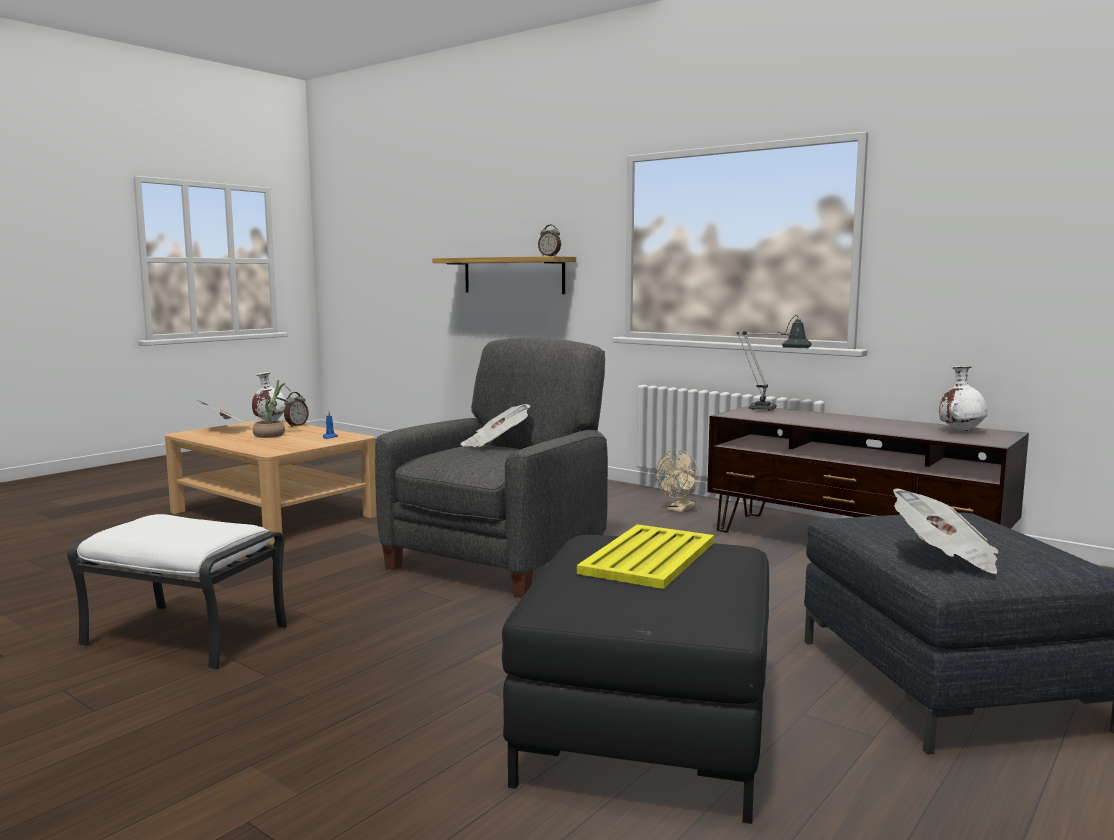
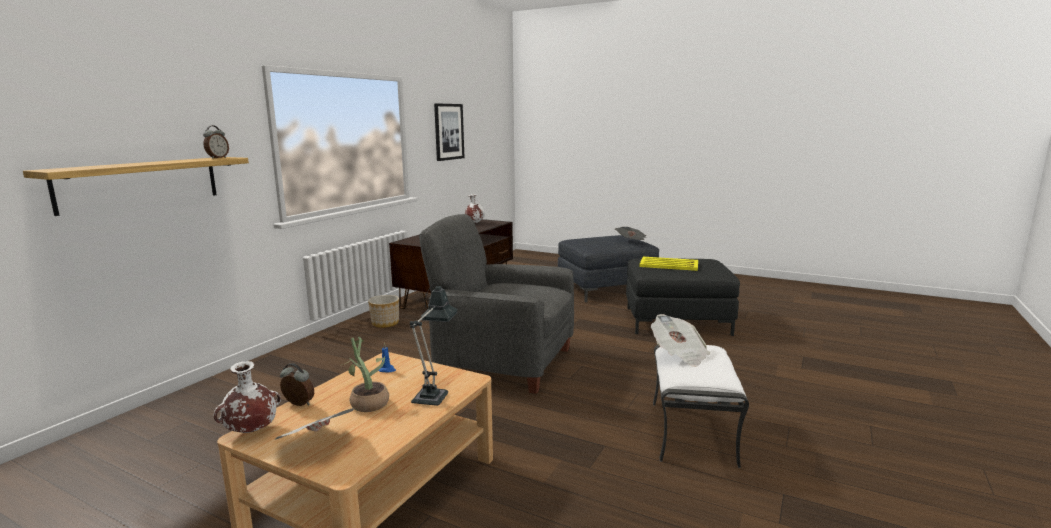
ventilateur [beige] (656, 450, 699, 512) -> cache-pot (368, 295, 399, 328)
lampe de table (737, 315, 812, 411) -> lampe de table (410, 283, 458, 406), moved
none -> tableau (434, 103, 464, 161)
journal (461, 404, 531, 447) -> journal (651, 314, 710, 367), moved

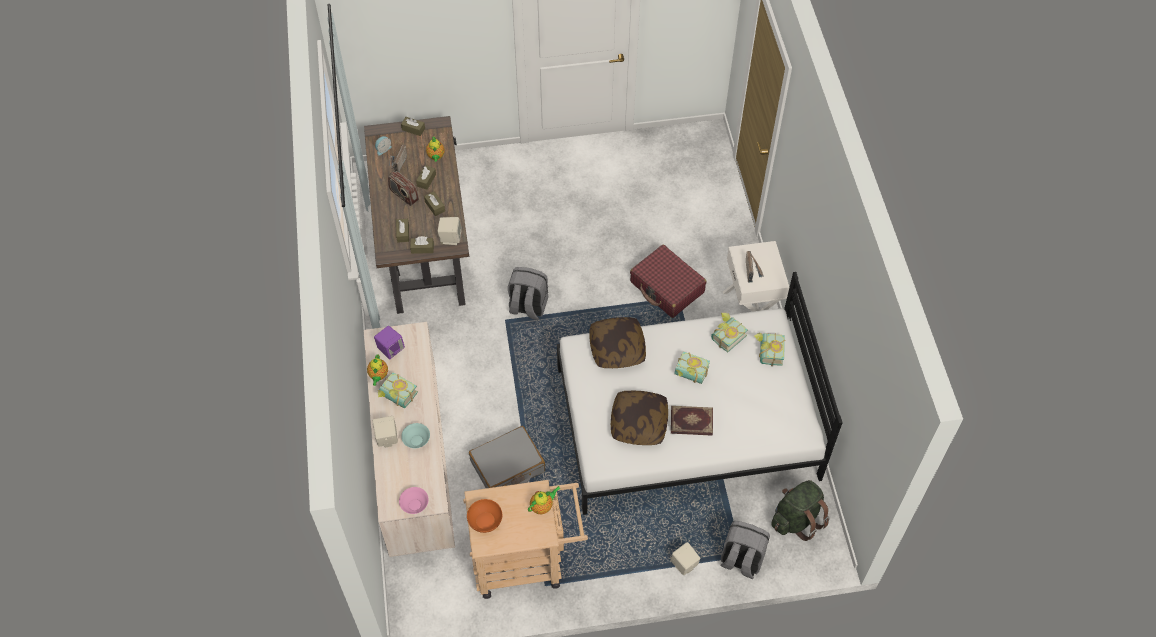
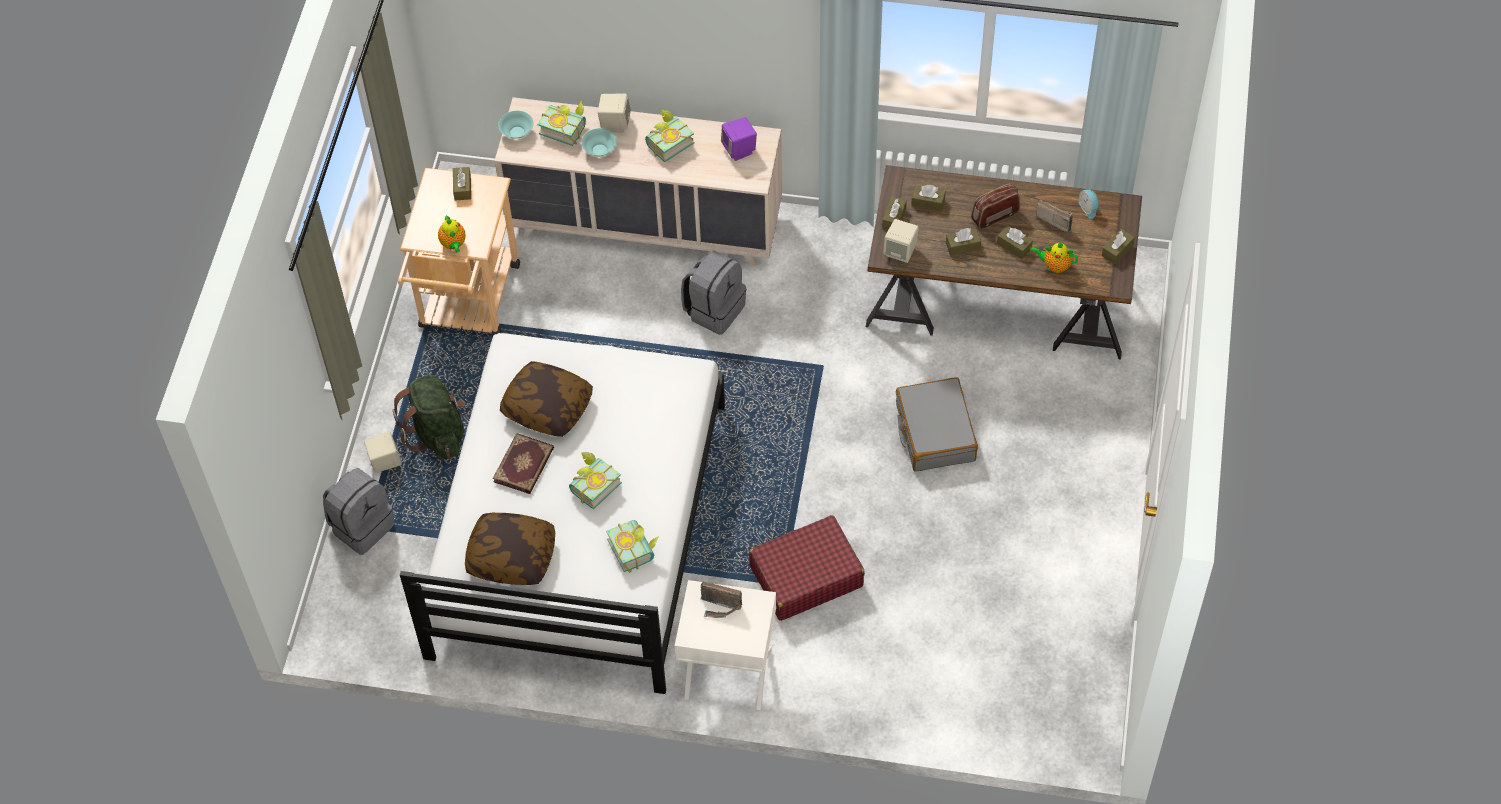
sac à dos [vert] (771, 480, 829, 541) -> sac à dos [vert] (392, 375, 465, 460), moved
bol [orange] (467, 499, 502, 533) -> boîte à mouchoirs [marron] (453, 167, 471, 201)
coussin (589, 317, 646, 368) -> coussin (465, 513, 555, 585), moved
bol [rose] (399, 487, 429, 514) -> bol [turquoise] (498, 111, 534, 139)
livre (754, 333, 786, 366) -> livre (538, 101, 586, 146), moved
sac à dos [gris] (508, 267, 548, 320) -> sac à dos [gris] (681, 250, 746, 335), moved
valise [gris] (469, 426, 545, 488) -> valise [gris] (896, 377, 978, 472), moved
théière (367, 354, 388, 386) -> none

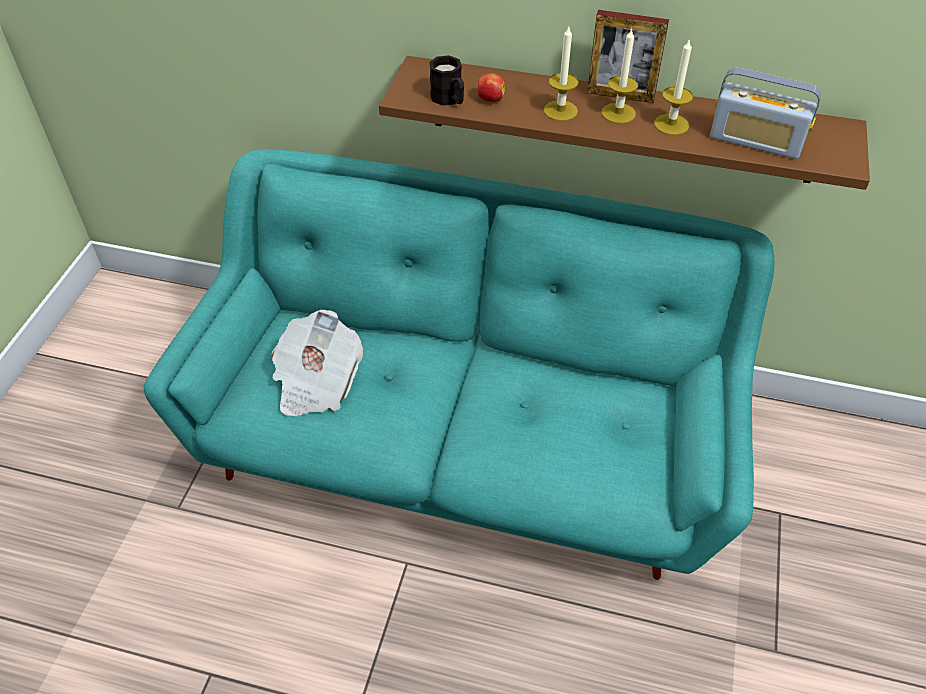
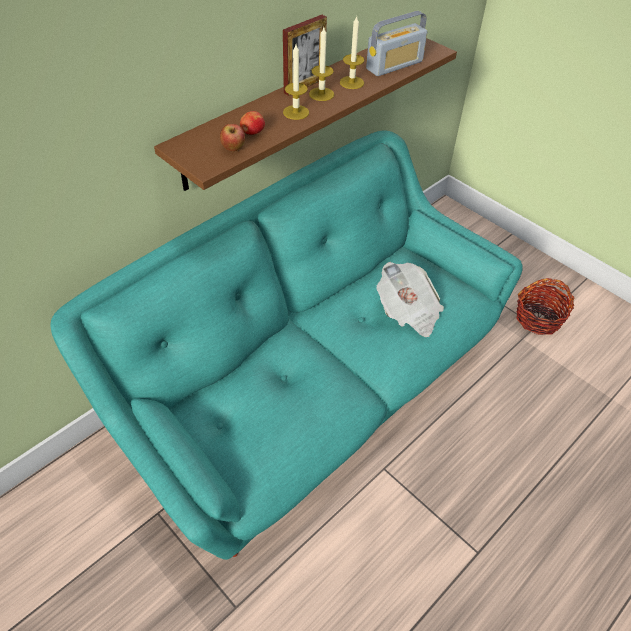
mug [noir] (429, 55, 464, 106) -> pomme (220, 124, 245, 152)
journal (271, 310, 363, 416) -> journal (377, 262, 444, 337), moved
none -> panier (516, 278, 574, 335)

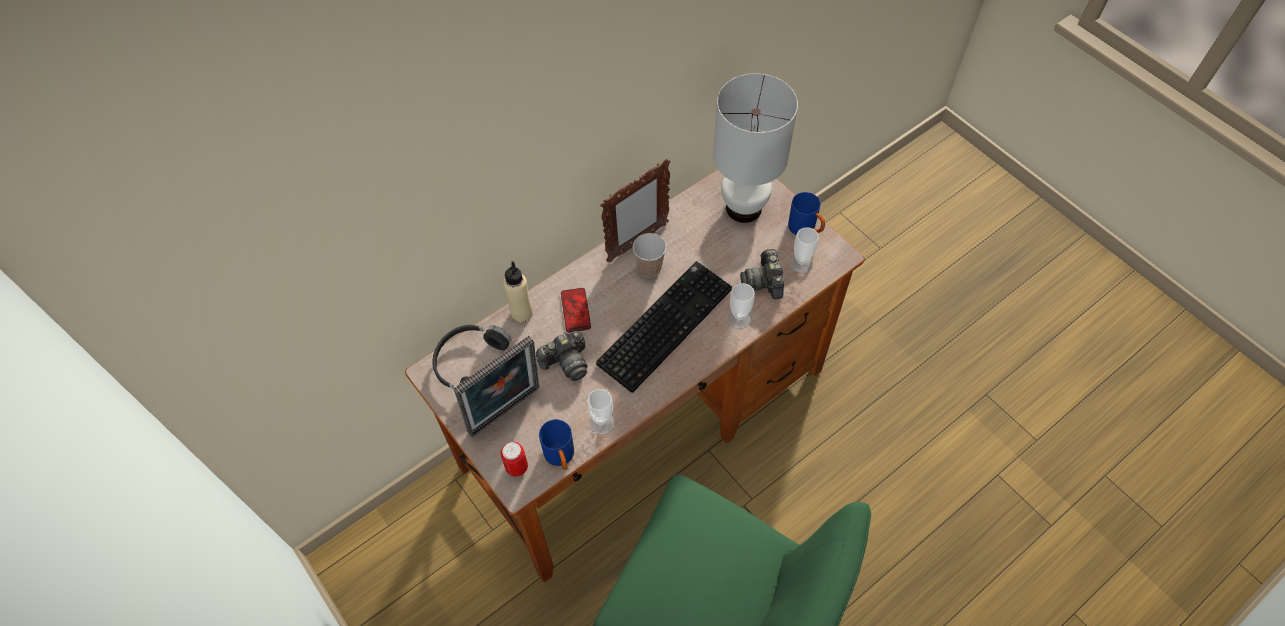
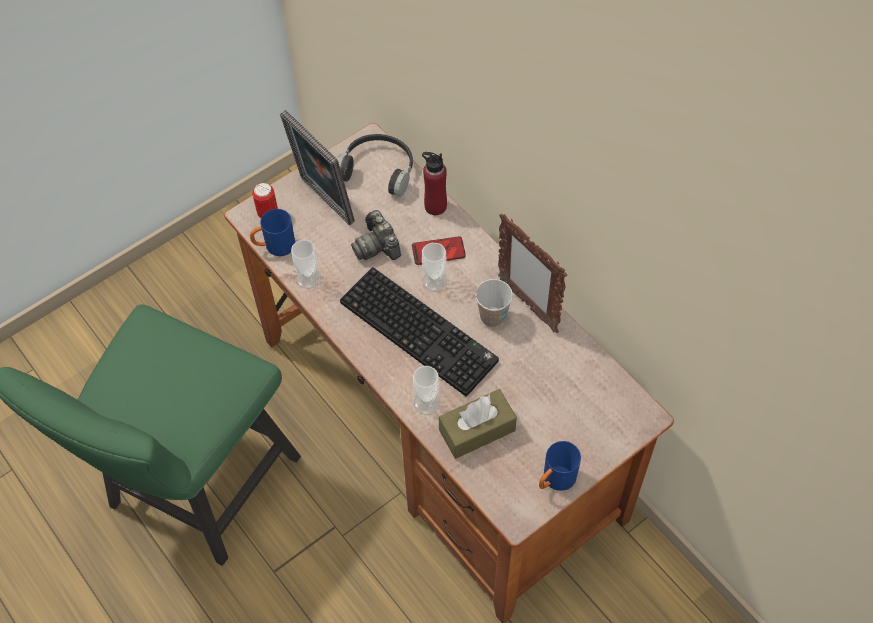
bouteille [beige] (503, 261, 533, 322) -> bouteille [rouge] (422, 152, 447, 215)
tasse (790, 227, 819, 274) -> tasse (422, 243, 447, 292), moved
appareil photo (740, 249, 784, 299) -> boîte à mouchoirs [marron] (439, 389, 517, 459)
lampe de table [blanc] (713, 73, 798, 223) -> none

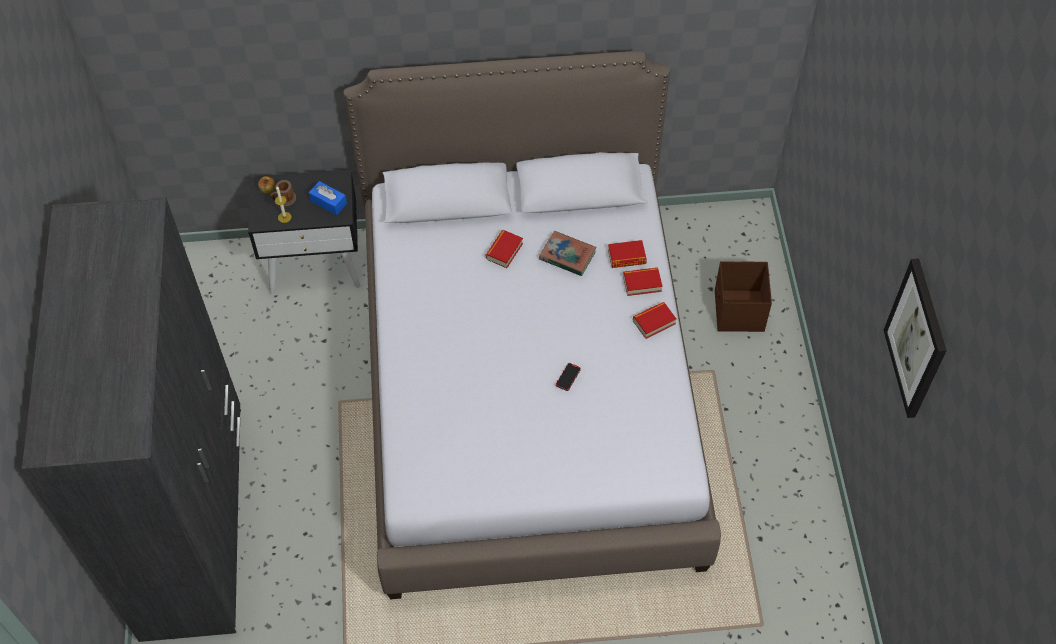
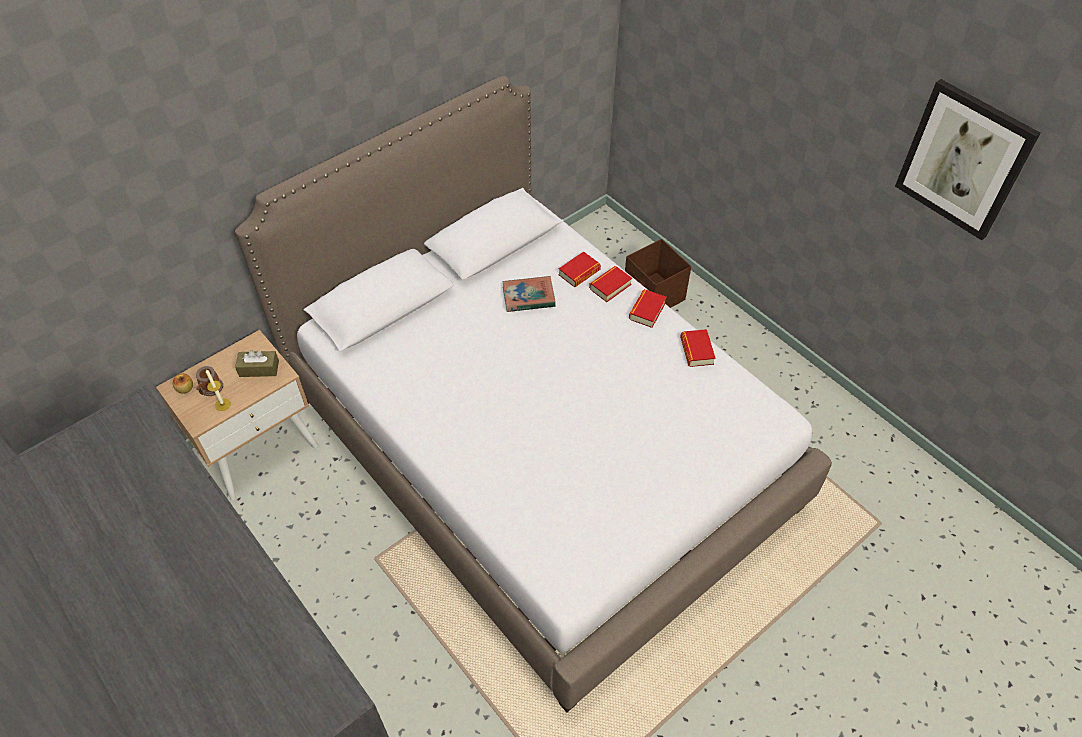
table de chevet [noir] (248, 169, 361, 295) -> table de chevet [beige] (156, 330, 318, 500)
boîte à mouchoirs [bleu] (309, 181, 347, 215) -> boîte à mouchoirs [marron] (235, 350, 279, 377)
livre (486, 230, 523, 268) -> livre (680, 329, 716, 367), moved
téléphone (556, 363, 581, 391) -> none

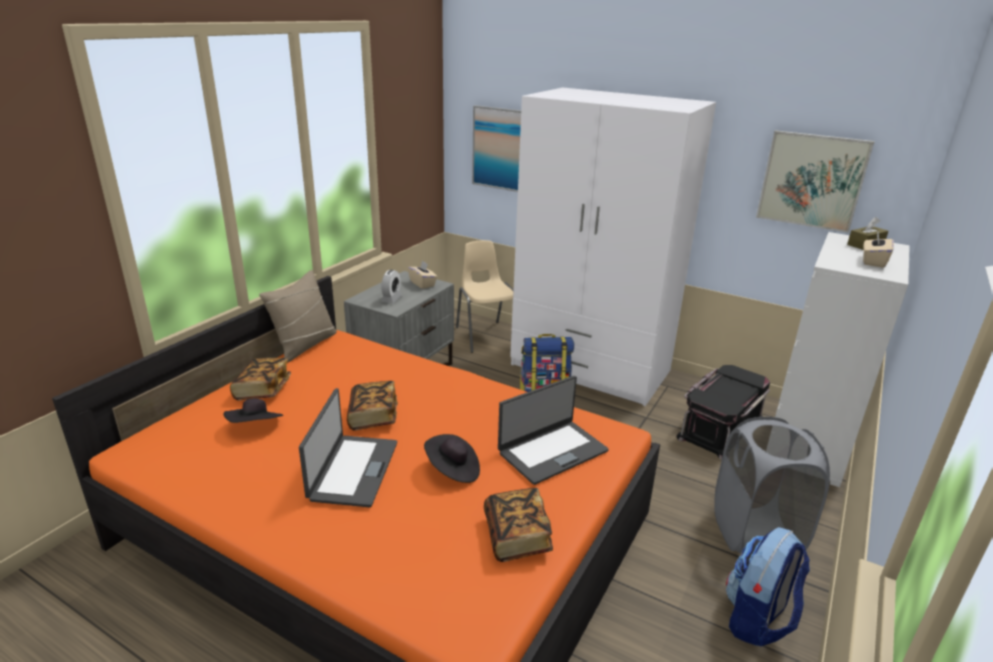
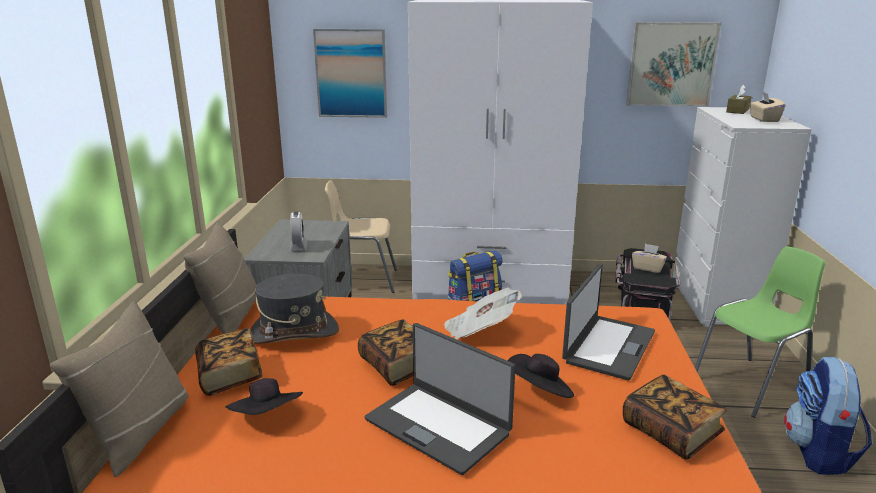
none -> coussin [beige] (50, 301, 188, 477)
none -> chapeau [gris] (250, 274, 339, 344)
chaise [beige] (456, 240, 514, 353) -> chaise [beige] (325, 180, 397, 293), 45 degrees counterclockwise
ordinateur portable (299, 388, 397, 507) -> ordinateur portable (365, 323, 516, 475), 150 degrees clockwise
none -> journal (444, 288, 522, 339)
boîte à mouchoirs [beige] (408, 261, 437, 289) -> boîte à mouchoirs [beige] (632, 244, 667, 273), moved
panier à linge [gris] (714, 417, 830, 554) -> chaise [vert] (695, 246, 825, 418)

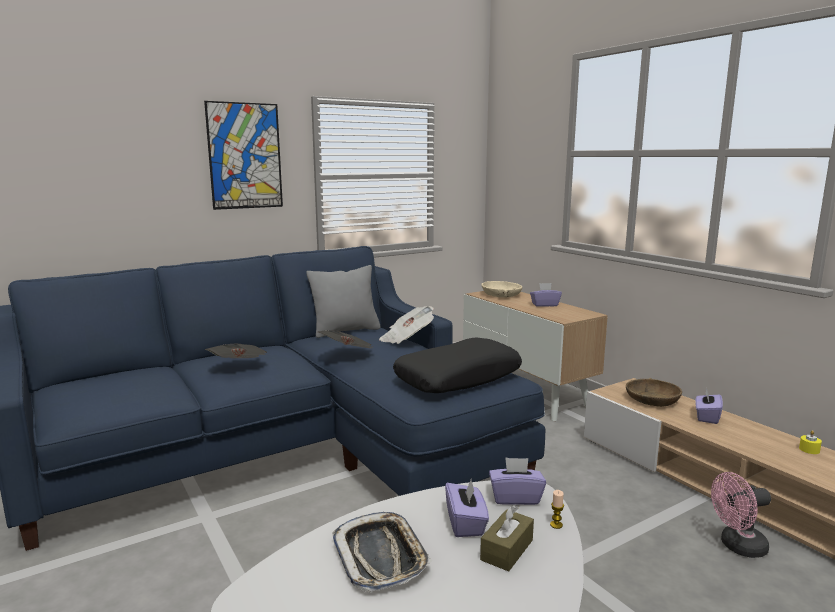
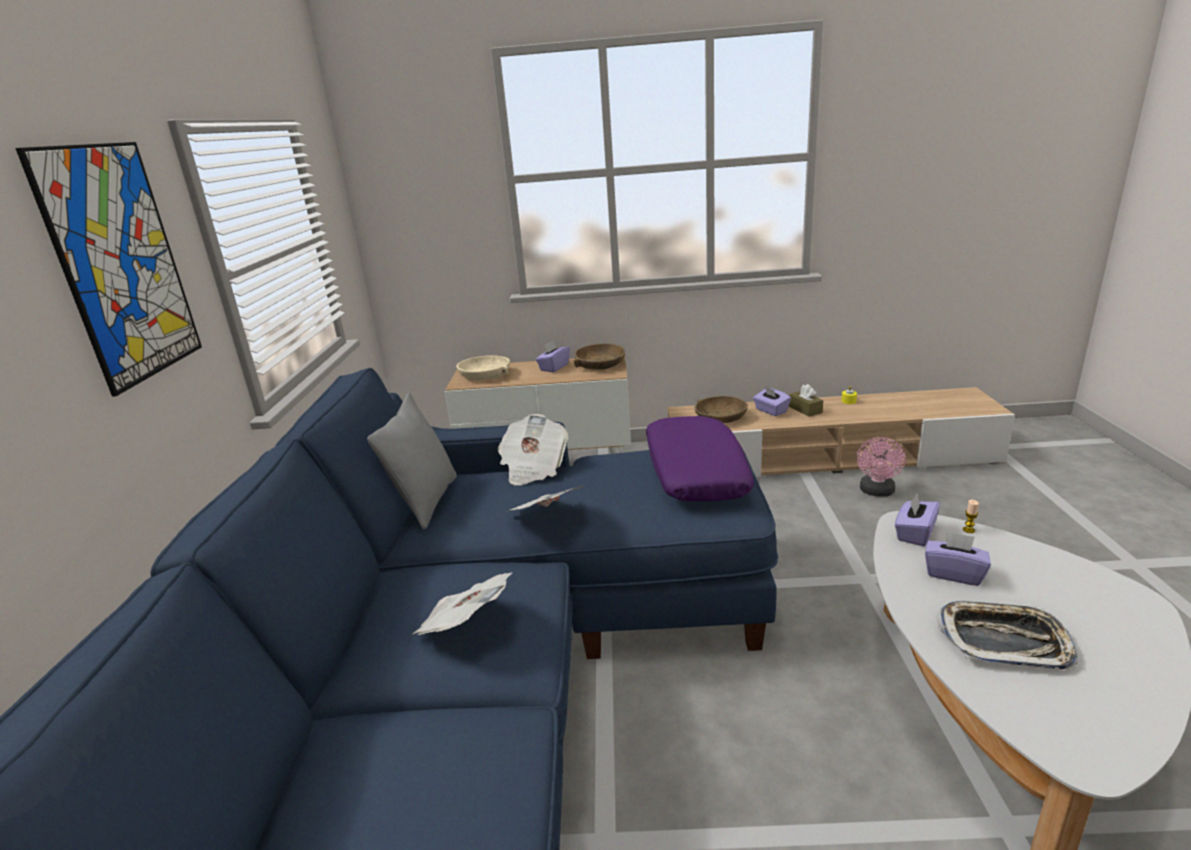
none -> bol [marron] (574, 344, 625, 370)
coussin [noir] (393, 338, 522, 393) -> coussin [violet] (646, 416, 754, 501)
boîte à mouchoirs [marron] (480, 505, 534, 572) -> boîte à mouchoirs [marron] (789, 384, 823, 417), moved

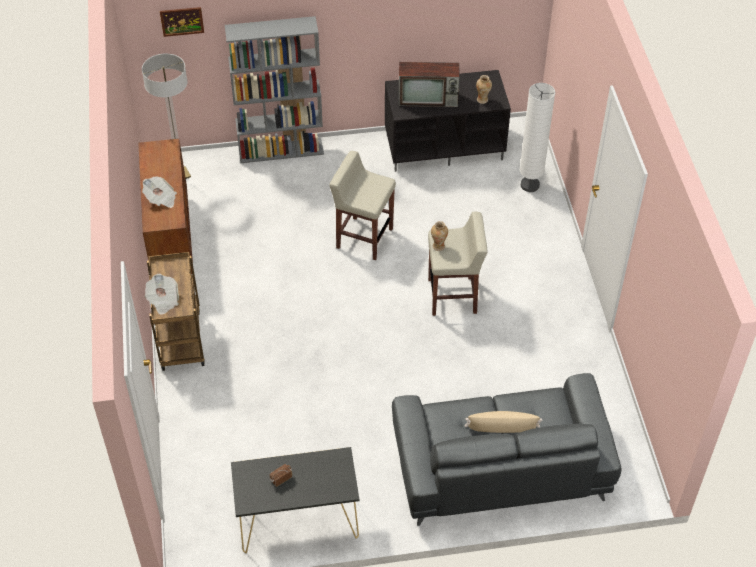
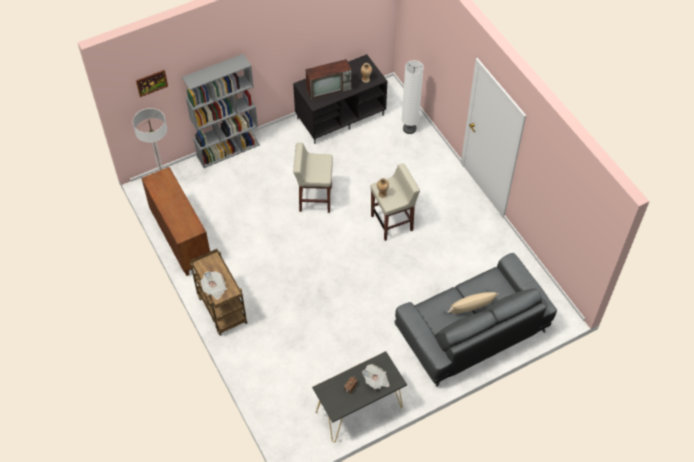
journal (142, 176, 177, 208) -> journal (362, 364, 389, 389), moved

